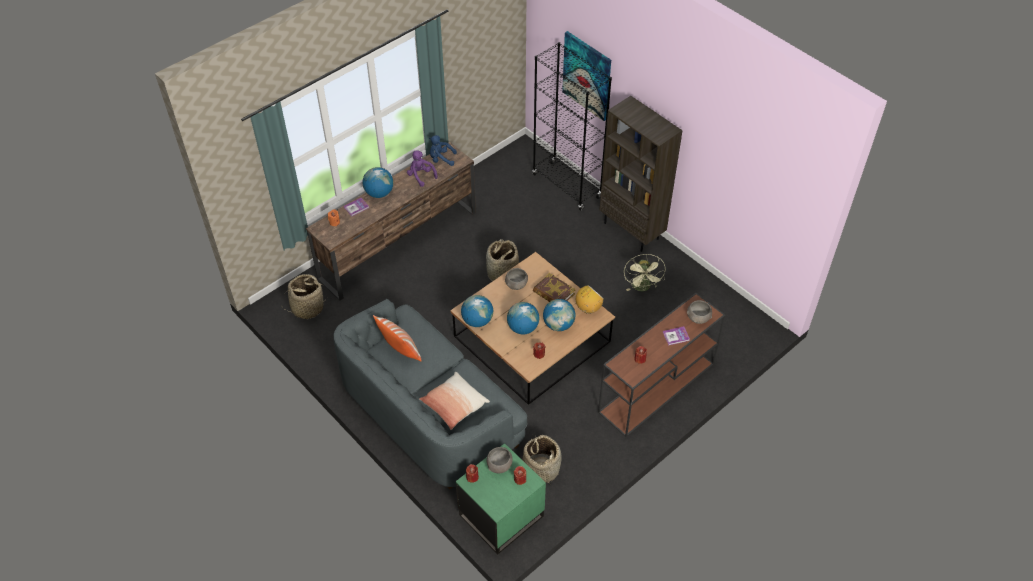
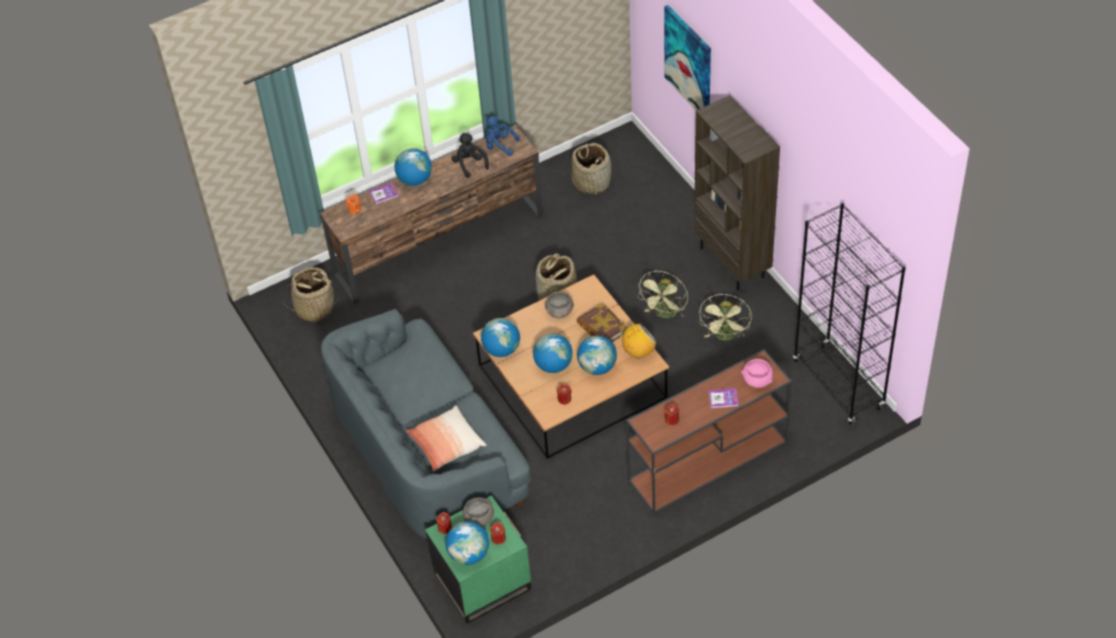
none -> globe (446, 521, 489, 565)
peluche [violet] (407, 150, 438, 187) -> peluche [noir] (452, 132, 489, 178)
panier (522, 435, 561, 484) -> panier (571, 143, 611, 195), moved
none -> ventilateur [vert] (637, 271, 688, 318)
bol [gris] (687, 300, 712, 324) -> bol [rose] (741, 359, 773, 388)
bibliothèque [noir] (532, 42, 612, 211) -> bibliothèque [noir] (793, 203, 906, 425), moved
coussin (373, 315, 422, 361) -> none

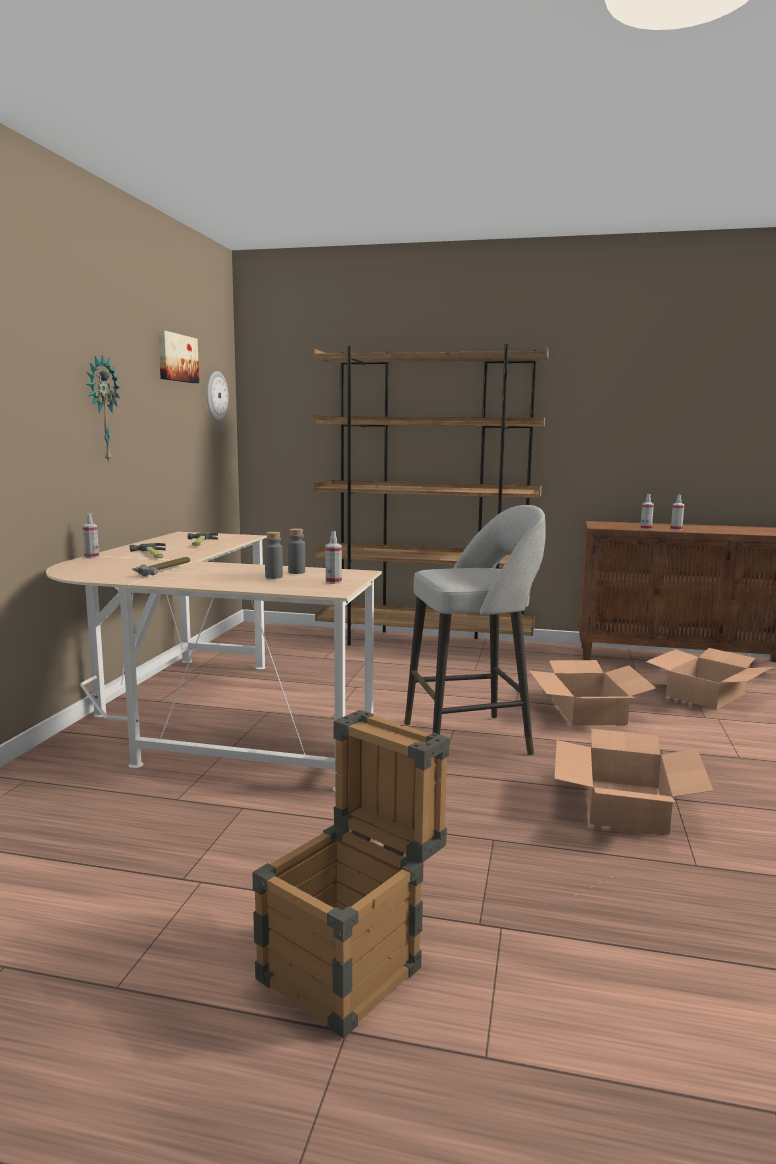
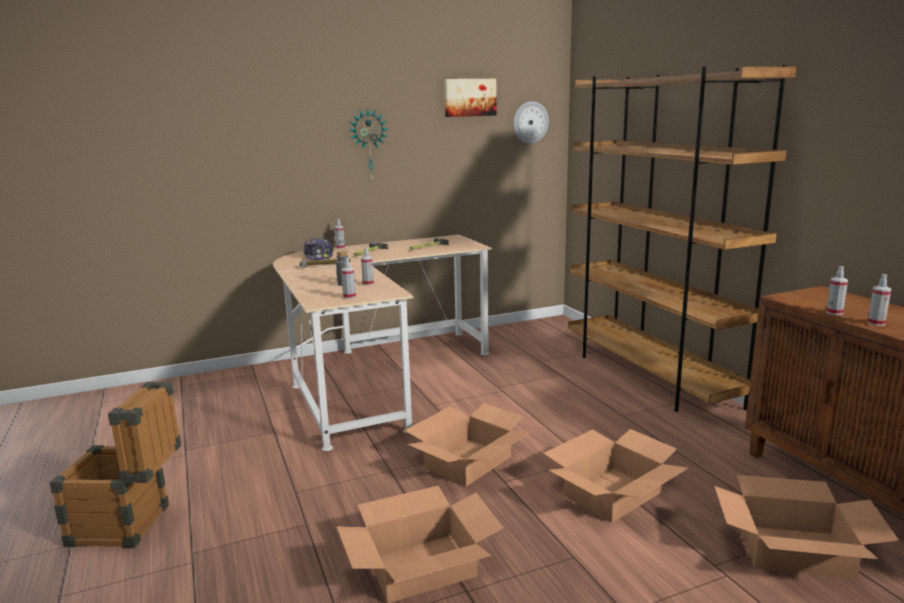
none -> casquette (304, 238, 334, 260)
bouteille [gris] (288, 528, 305, 574) -> vaporisateur (361, 247, 374, 285)
tabouret [gris] (404, 505, 546, 756) -> carton (404, 403, 532, 487)

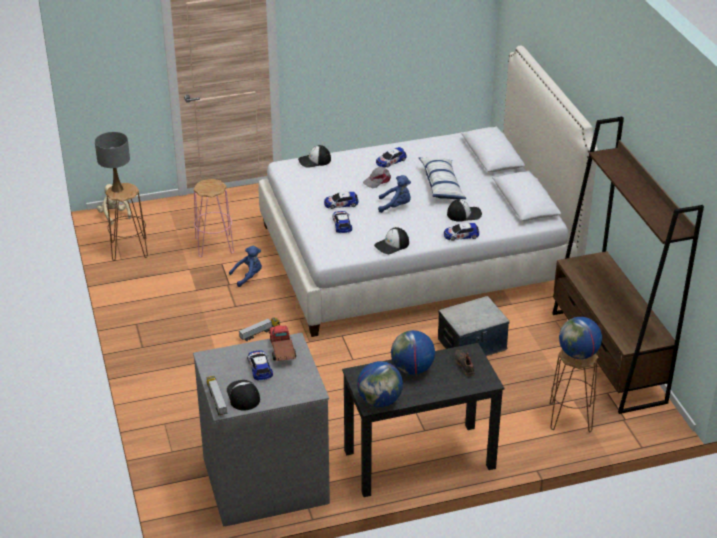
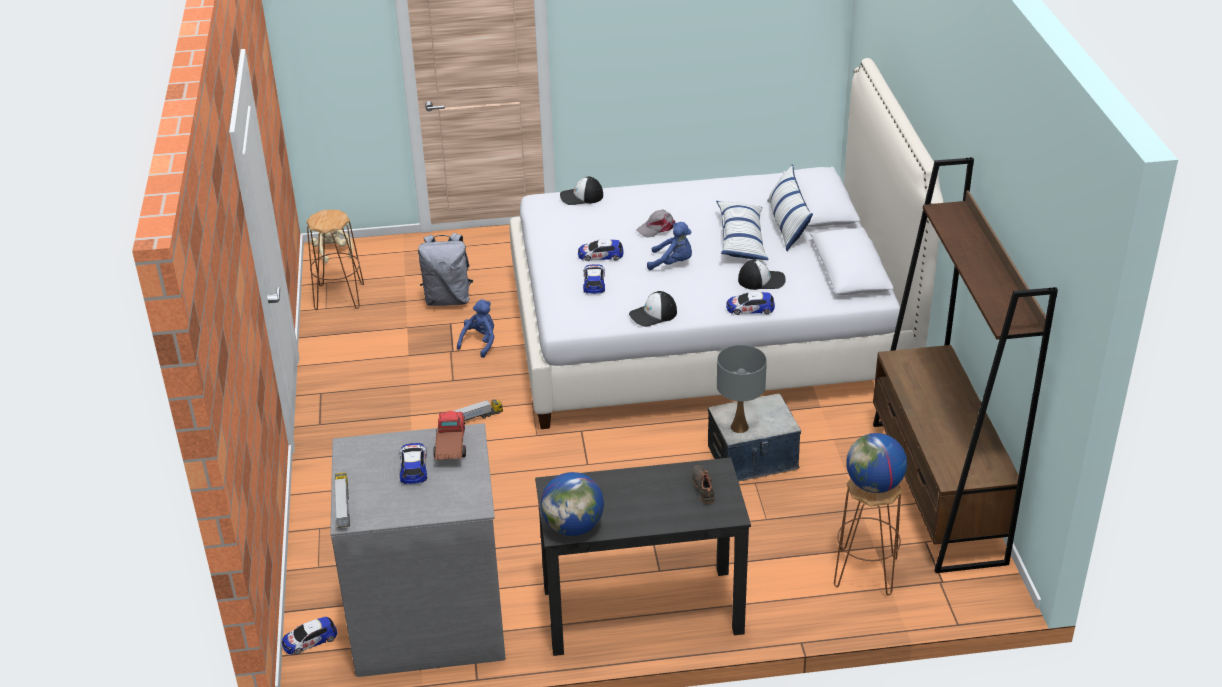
petite voiture (376, 147, 406, 168) -> petite voiture (282, 617, 337, 655), moved
tabouret [rose] (194, 179, 234, 257) -> sac à dos [gris] (418, 233, 473, 306)
peluche [bleu] (229, 246, 262, 287) -> peluche [bleu] (457, 300, 495, 358), 45 degrees counterclockwise
lampe de table [gris] (95, 132, 130, 193) -> lampe de table [gris] (717, 345, 767, 433), moved
none -> coussin (767, 164, 813, 251)
casquette (227, 380, 260, 411) -> none
globe (391, 330, 435, 375) -> none

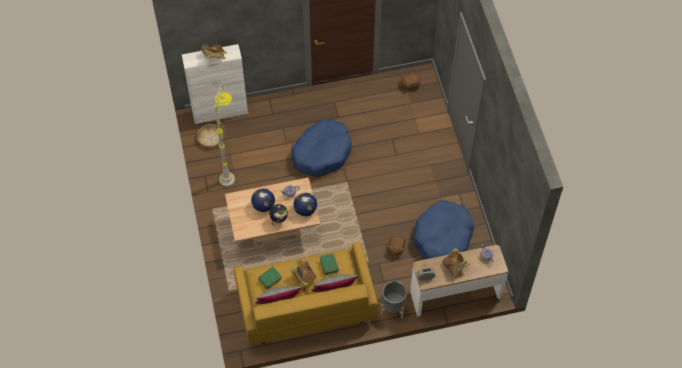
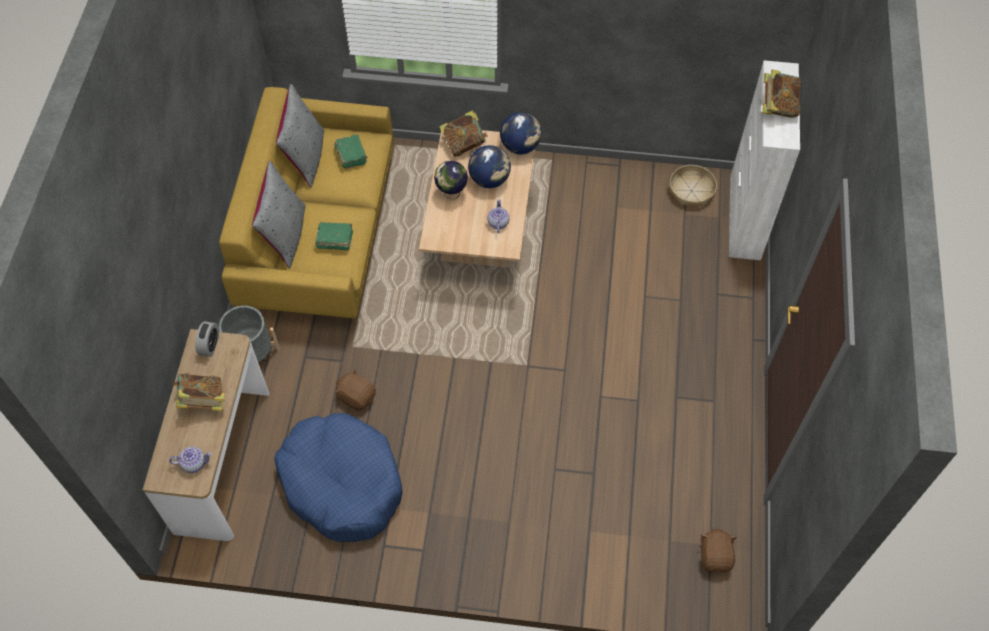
livre (290, 261, 317, 288) -> livre (439, 111, 487, 157), moved
globe (293, 193, 317, 216) -> globe (500, 112, 542, 154), moved
lampadaire [gris] (214, 85, 235, 187) -> none
panier pour chien [bleu] (291, 119, 352, 177) -> none

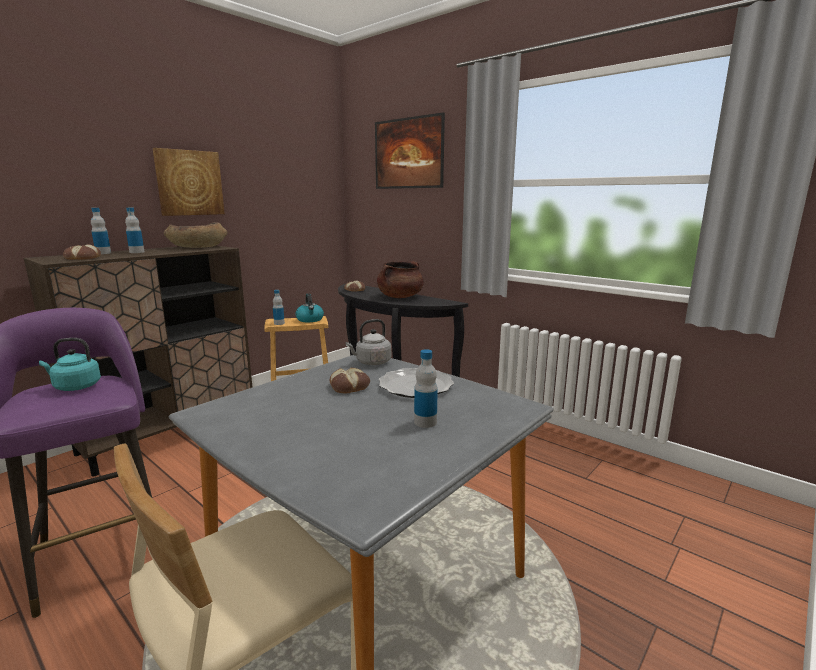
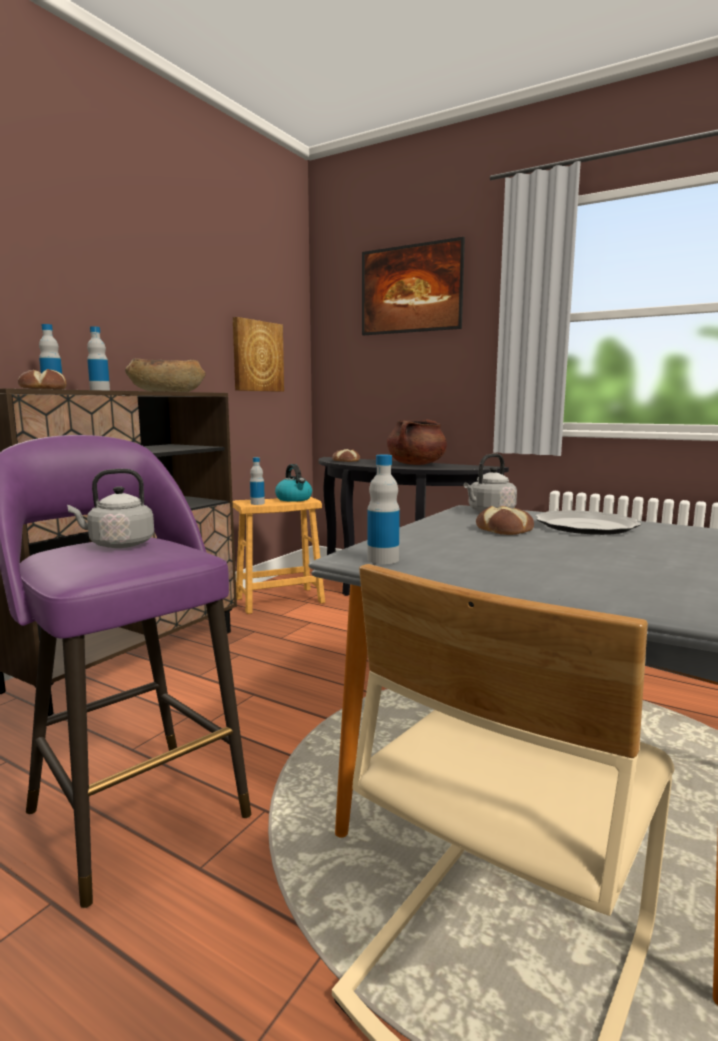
bouilloire [turquoise] (39, 338, 101, 391) -> bouilloire [gris] (67, 469, 154, 548)
tableau (153, 148, 225, 216) -> tableau (233, 317, 284, 392), moved
bouteille (414, 349, 438, 428) -> bouteille (367, 455, 400, 564), moved

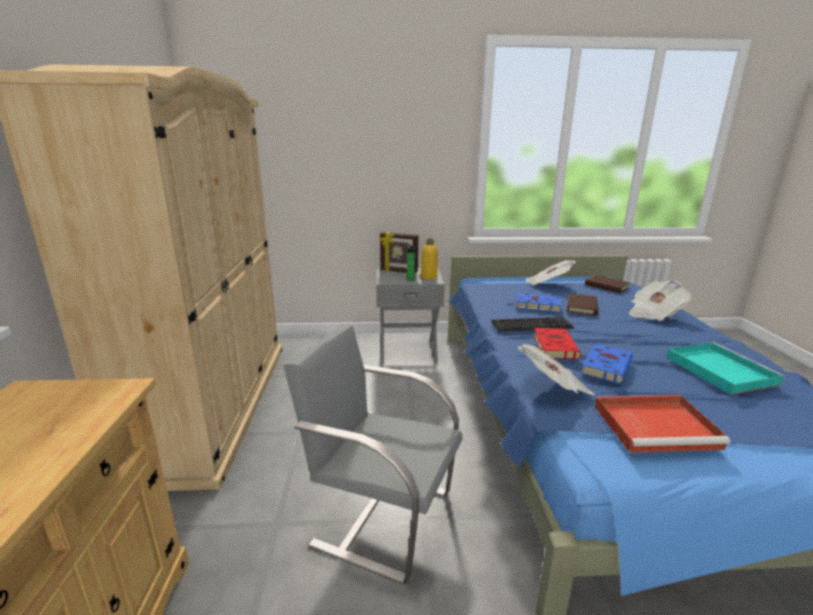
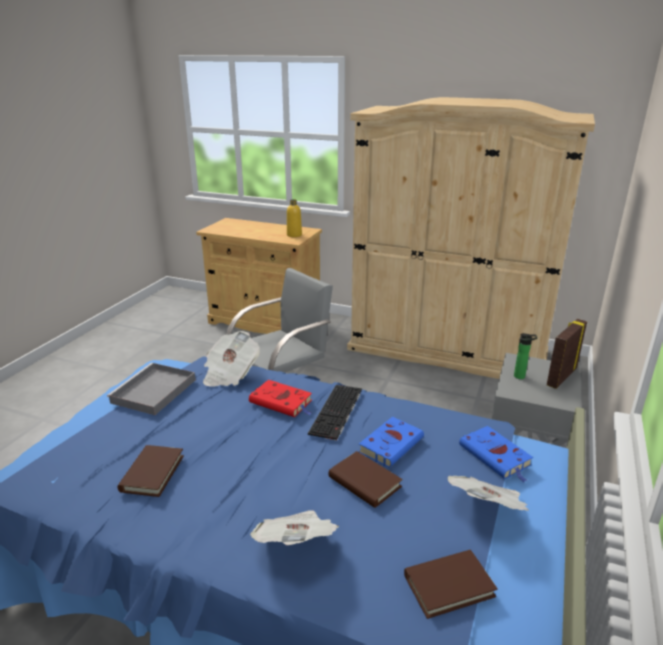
plateau [rouge] (595, 395, 731, 453) -> plateau [gris] (107, 363, 196, 415)
plateau [turquoise] (666, 342, 785, 395) -> livre [marron] (118, 445, 184, 497)
bouteille [jaune] (421, 238, 438, 280) -> bouteille [jaune] (287, 199, 302, 237), moved
livre [bleu] (581, 344, 633, 384) -> livre [bleu] (459, 426, 533, 482), moved

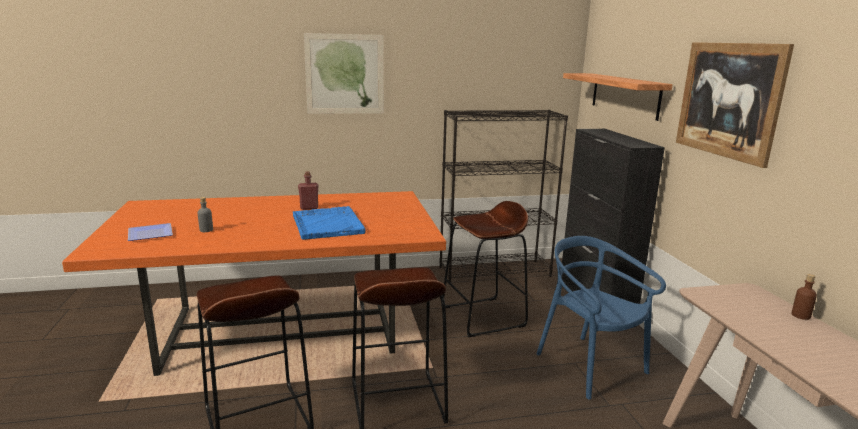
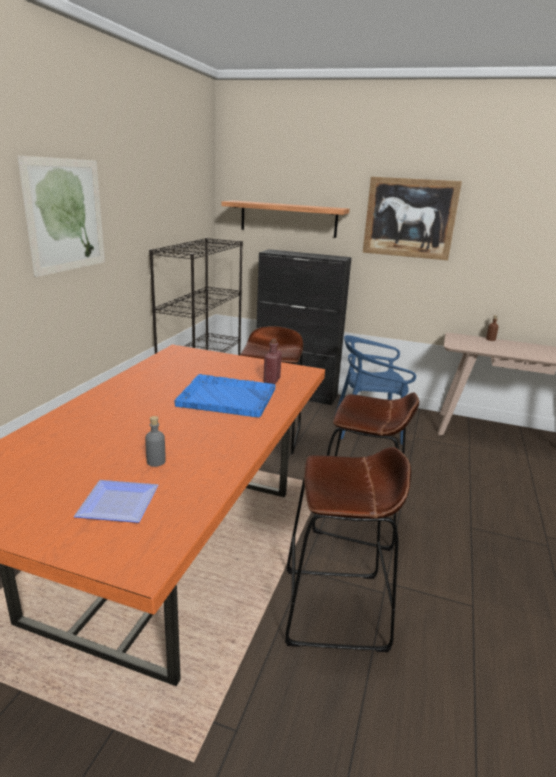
bouteille [rouge] (298, 171, 318, 210) -> bouteille [rouge] (263, 339, 282, 384), moved

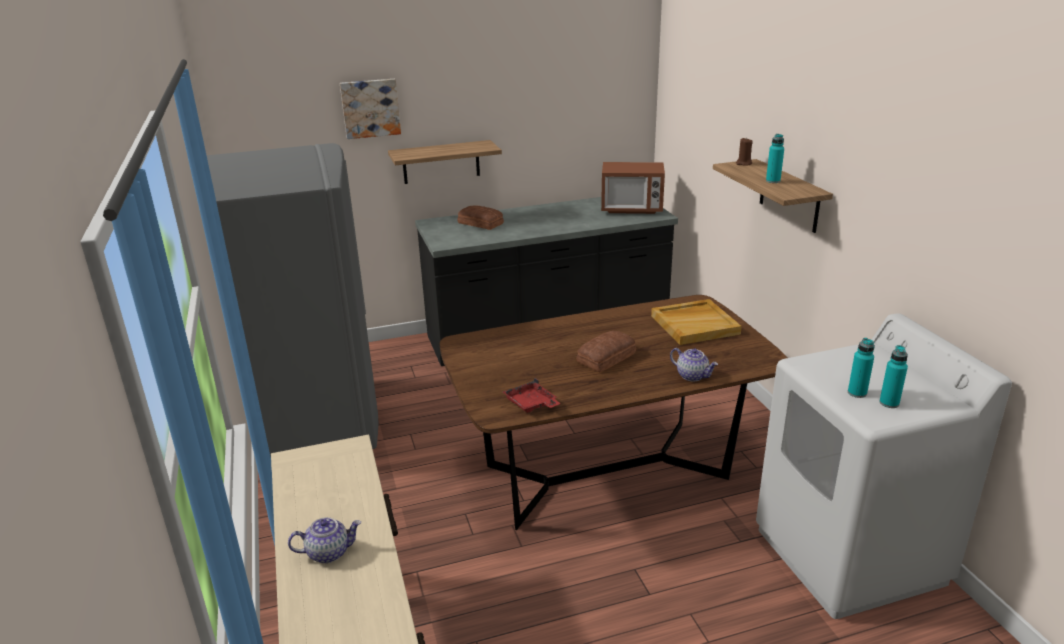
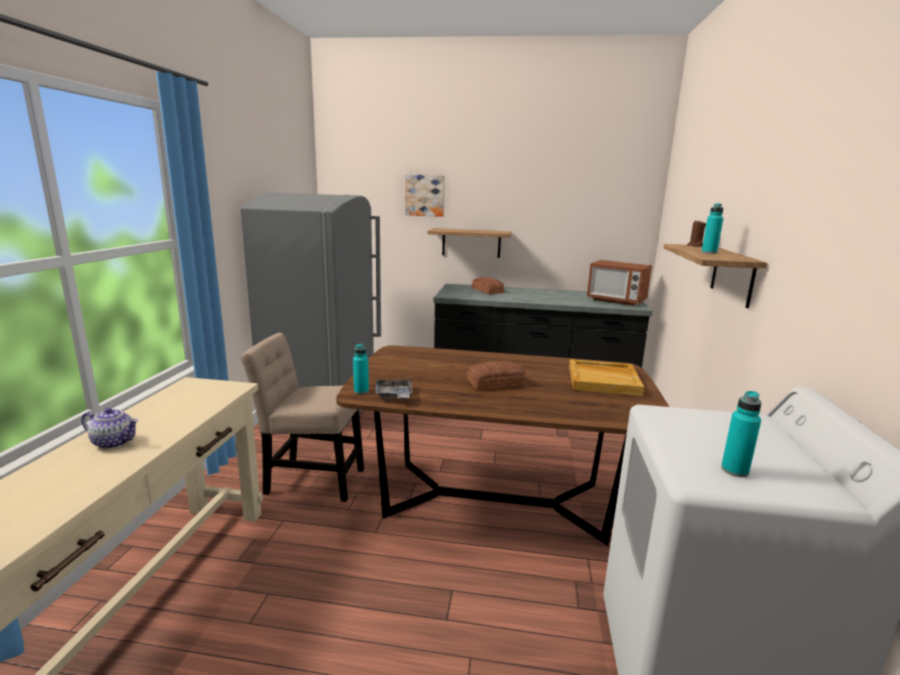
none -> chaise [beige] (241, 332, 364, 502)
bouteille [turquoise] (848, 338, 875, 398) -> bouteille [turquoise] (353, 344, 369, 394), moved
plateau [rouge] (503, 378, 561, 413) -> plateau [gris] (375, 378, 413, 399)
théière (670, 348, 718, 381) -> none

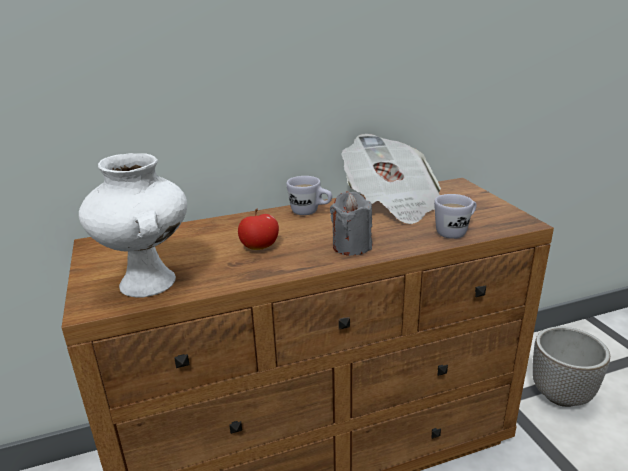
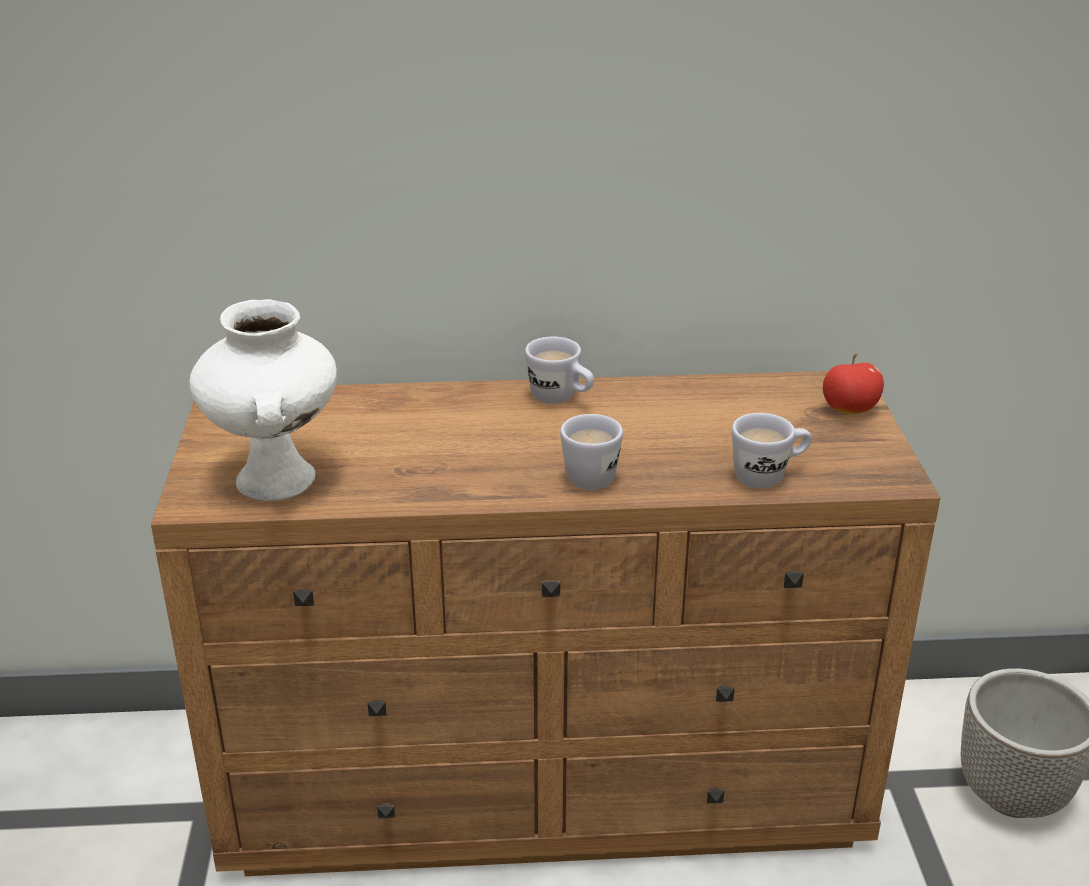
bougie [gris] (330, 191, 372, 256) -> mug [blanc] (560, 414, 623, 490)
pomme (238, 208, 279, 250) -> pomme (823, 354, 884, 414), moved
journal (341, 134, 441, 224) -> none

